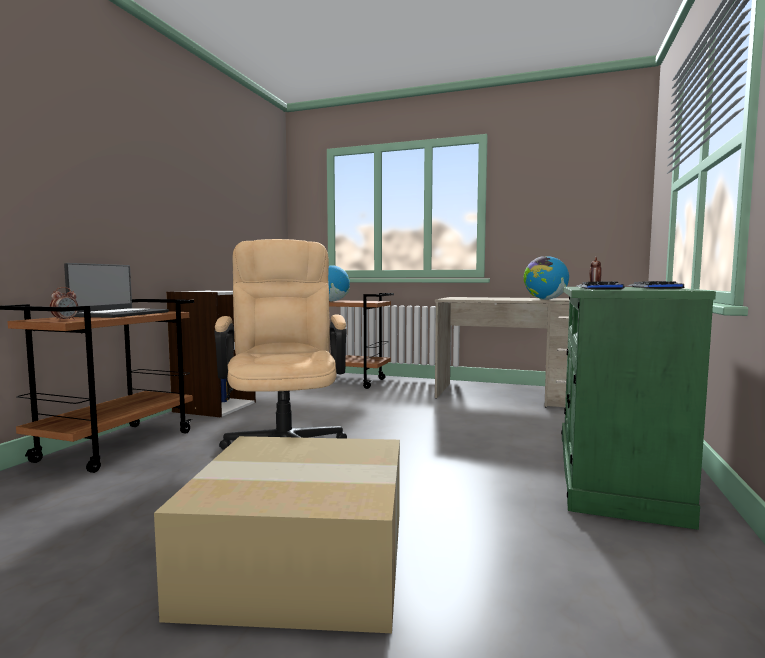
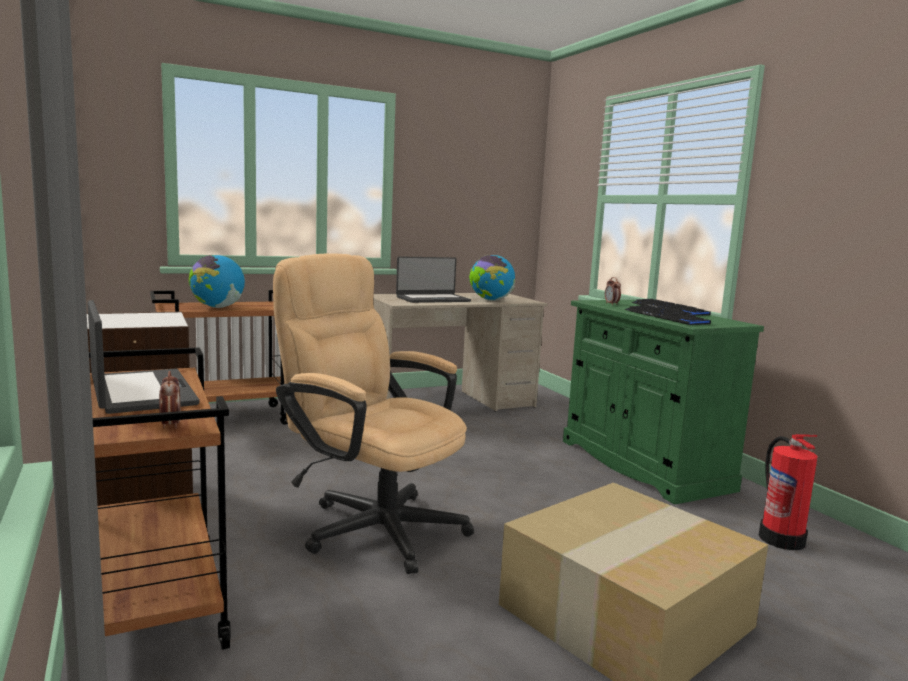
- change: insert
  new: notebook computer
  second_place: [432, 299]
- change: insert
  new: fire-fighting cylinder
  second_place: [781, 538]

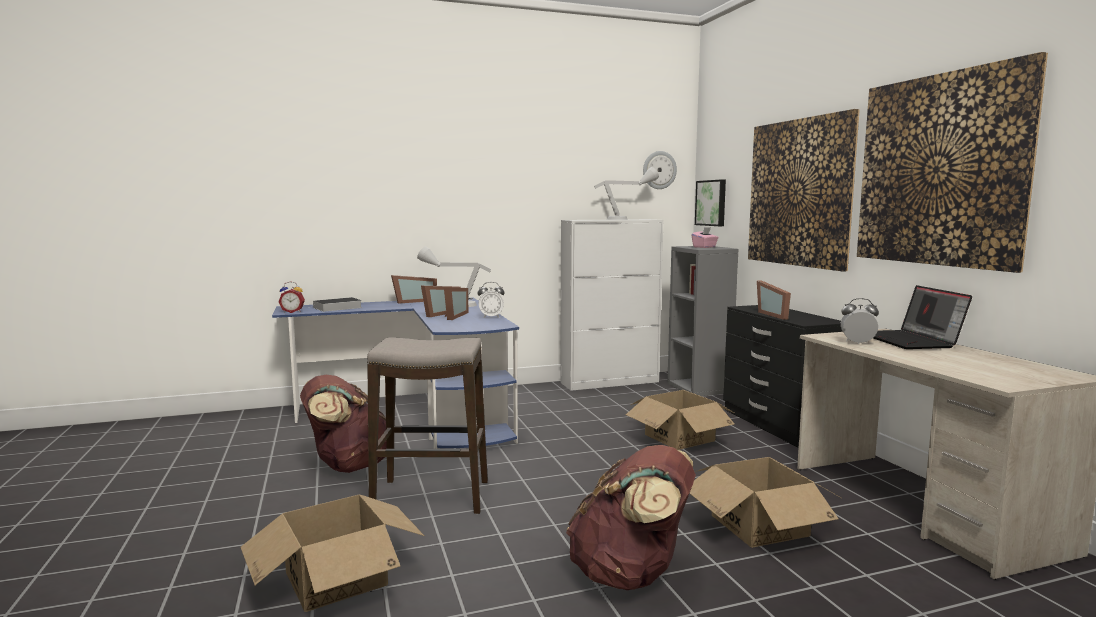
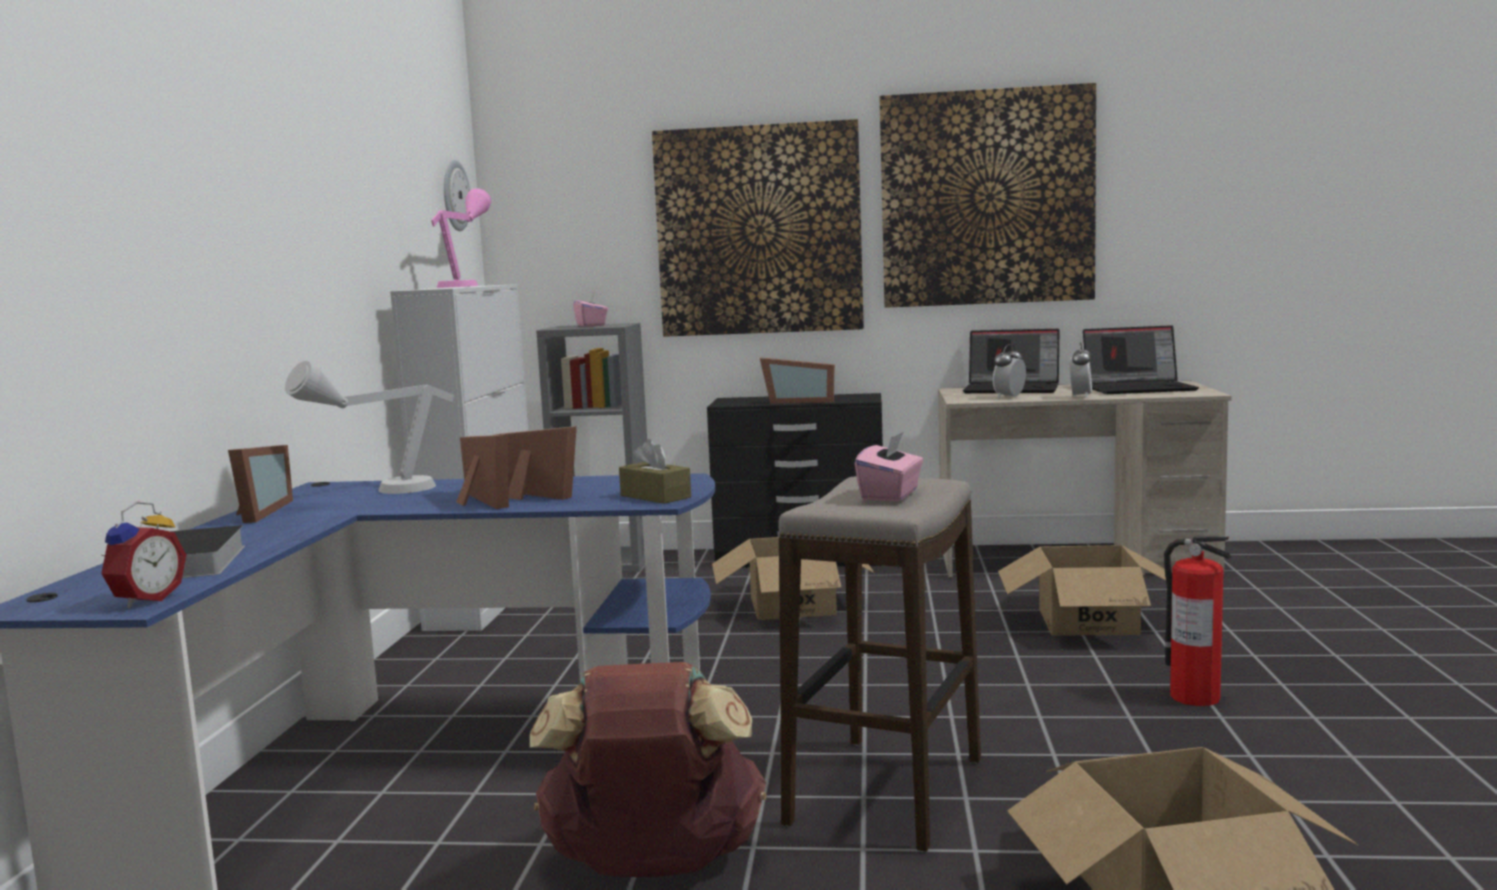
- change: move
  old: alarm clock
  first_place: [491, 317]
  second_place: [1080, 396]
- change: replace
  old: knapsack/brown
  new: fire-fighting cylinder
  first_place: [631, 575]
  second_place: [1193, 696]
- change: recolor
  old: lamp for a table/greyish
  new: lamp for a table/pink
  first_place: [627, 219]
  second_place: [466, 286]
- change: delete
  old: picture
  first_place: [712, 203]
- change: insert
  new: tissue holder/brown
  second_place: [655, 496]
- change: insert
  new: tissue holder/pink
  second_place: [891, 495]
- change: insert
  new: notebook computer
  second_place: [1140, 389]

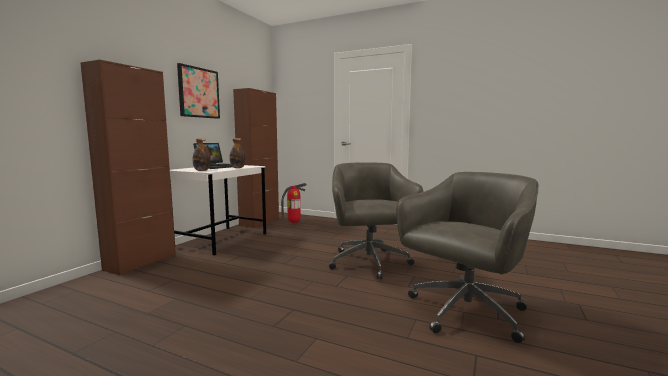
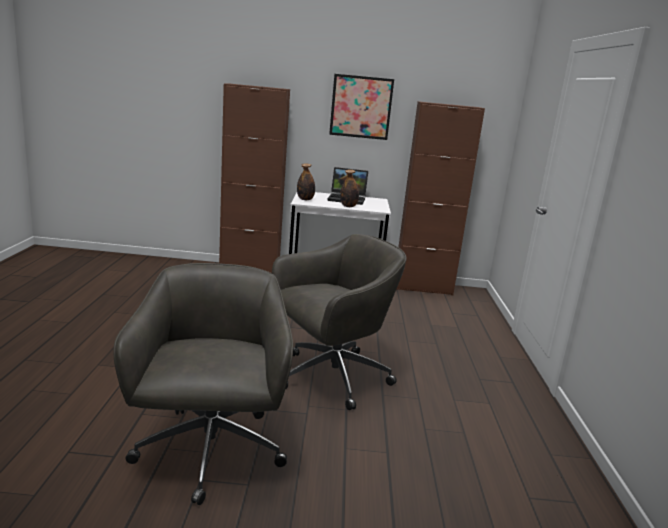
- change: delete
  old: fire-fighting cylinder
  first_place: [294, 222]
- change: rotate
  old: office chair/greyish
  first_place: [464, 312]
  second_place: [209, 453]
  degrees: -120

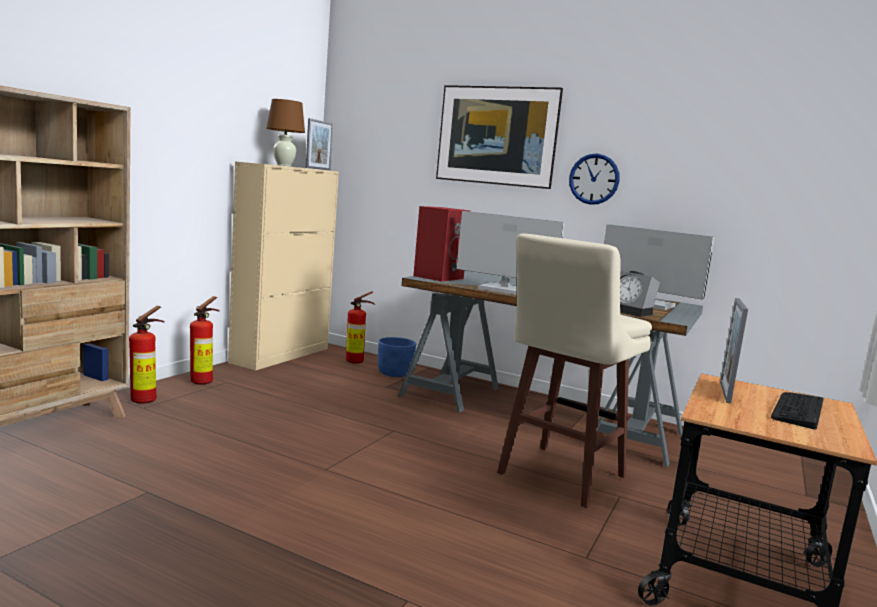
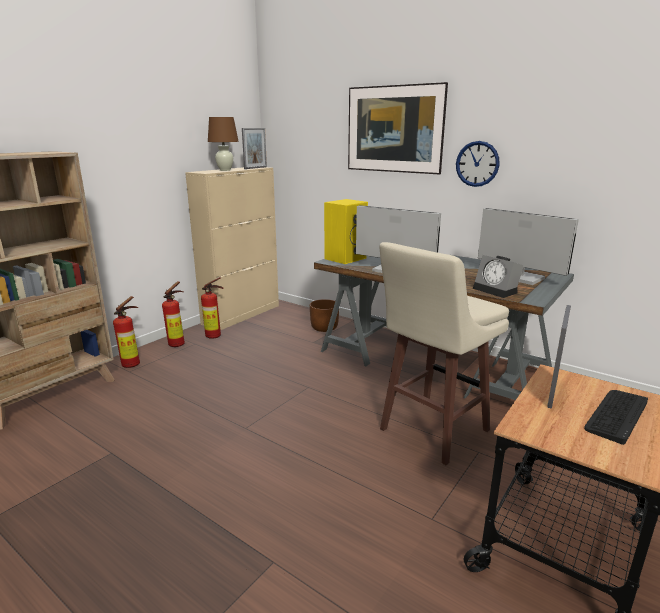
- change: move
  old: fire-fighting cylinder
  first_place: [357, 362]
  second_place: [215, 336]
- change: recolor
  old: planter/bluish
  new: planter/brown
  first_place: [395, 373]
  second_place: [324, 328]
- change: recolor
  old: speaker/red
  new: speaker/yellow-coloured
  first_place: [438, 277]
  second_place: [345, 258]

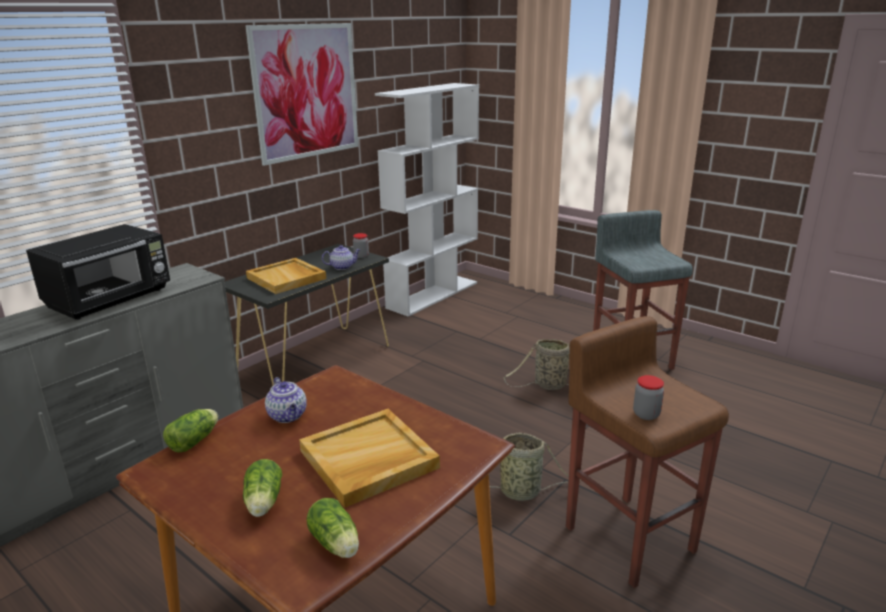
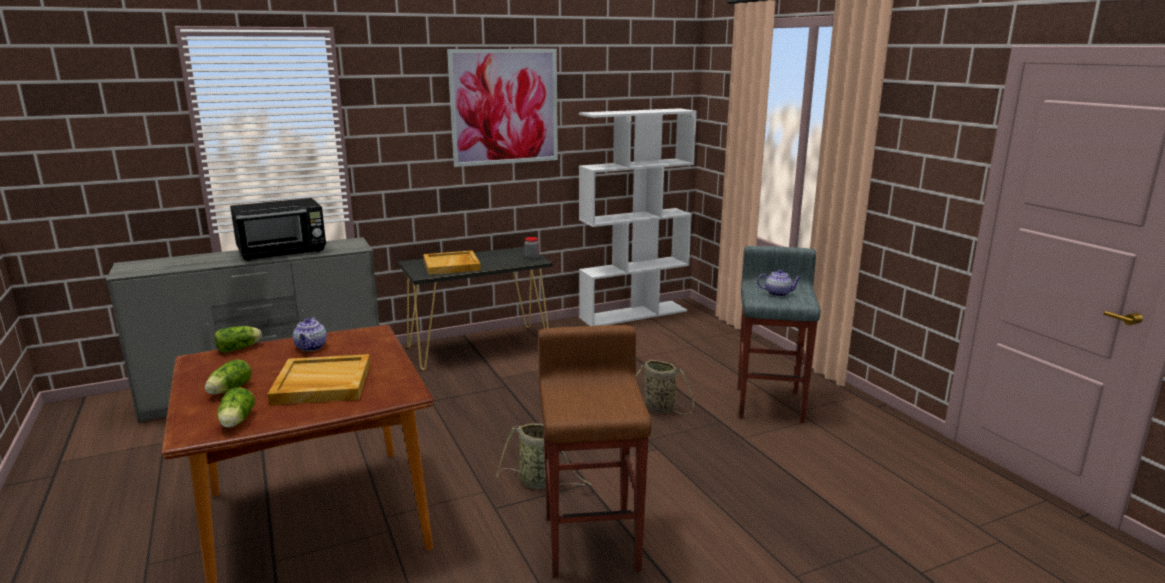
- change: move
  old: tea pot
  first_place: [342, 267]
  second_place: [778, 293]
- change: delete
  old: storage jar
  first_place: [646, 414]

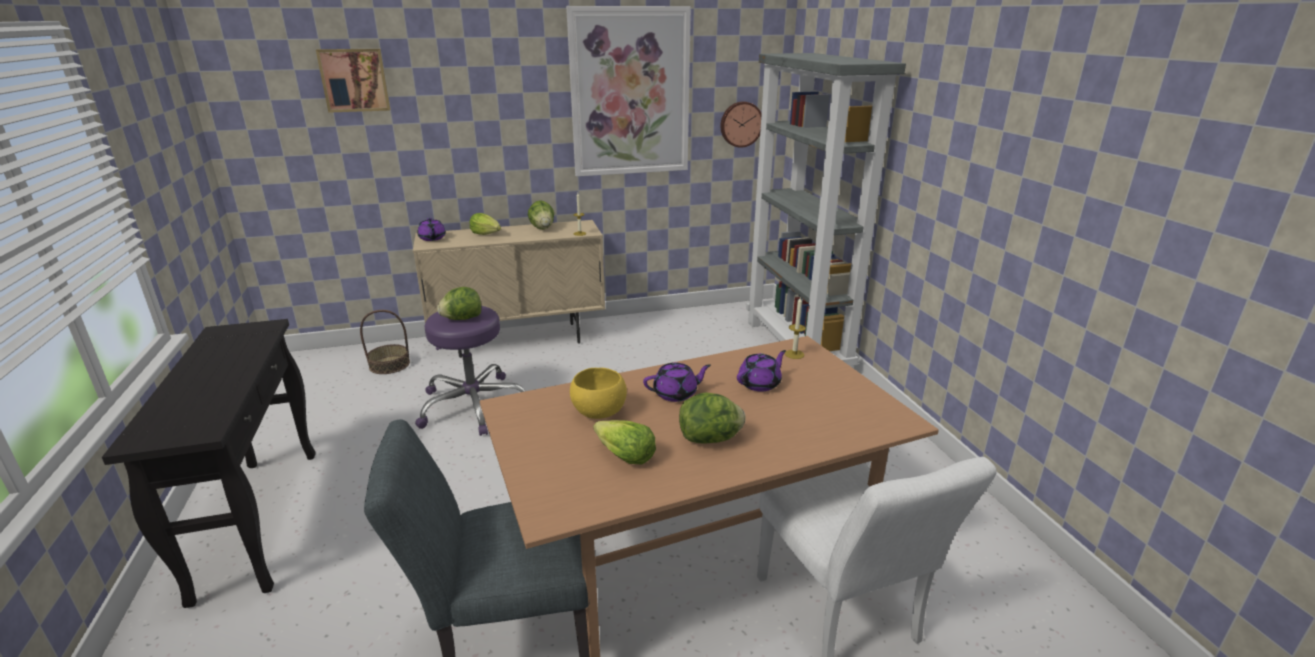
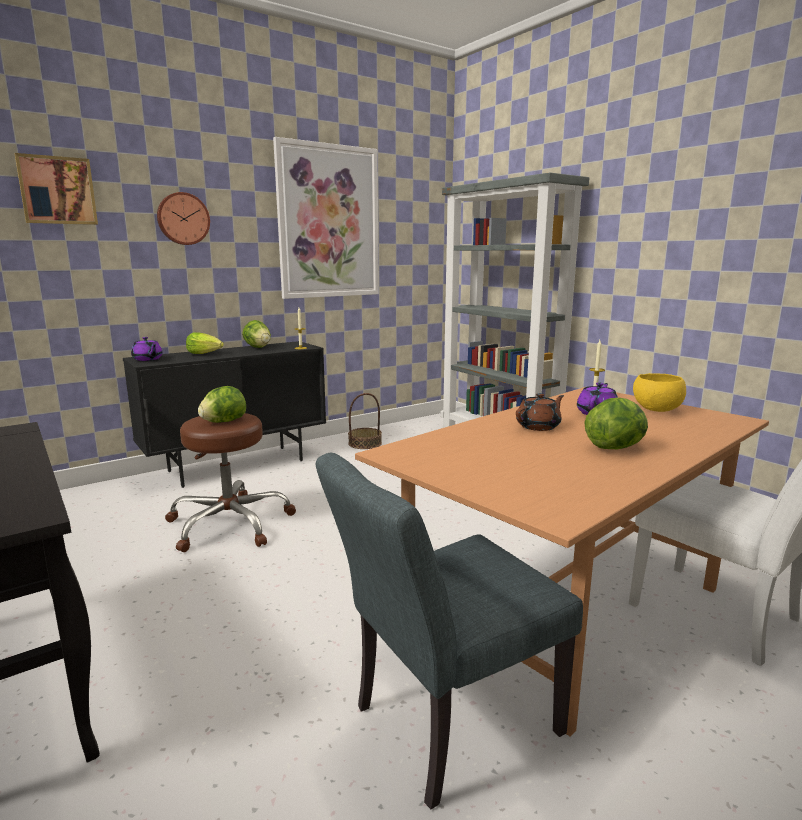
- change: move
  old: storage basket
  first_place: [389, 365]
  second_place: [365, 443]
- change: recolor
  old: cabinet/beige-coloured
  new: cabinet/black-coloured
  first_place: [519, 340]
  second_place: [237, 466]
- change: recolor
  old: stool seat/purplish
  new: stool seat/brown
  first_place: [473, 406]
  second_place: [230, 523]
- change: move
  old: bowl/yellow-coloured
  first_place: [599, 413]
  second_place: [657, 410]
- change: delete
  old: lettuce
  first_place: [624, 456]
- change: recolor
  old: tea pot/purplish
  new: tea pot/brown
  first_place: [676, 394]
  second_place: [539, 426]
- change: move
  old: hanging clock
  first_place: [740, 124]
  second_place: [183, 219]

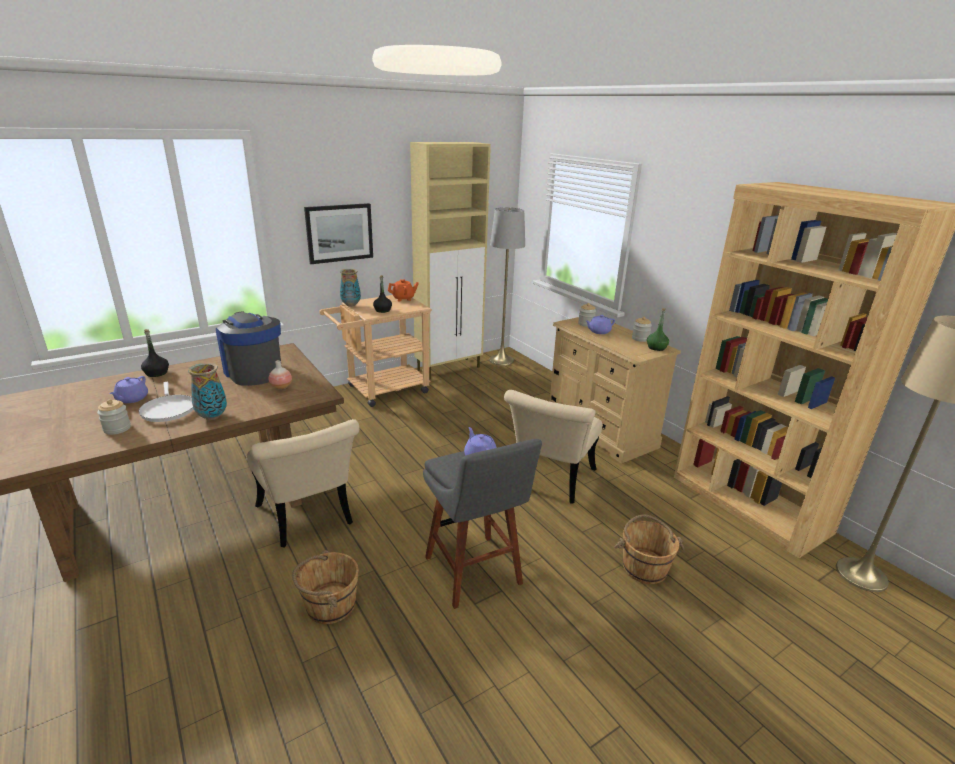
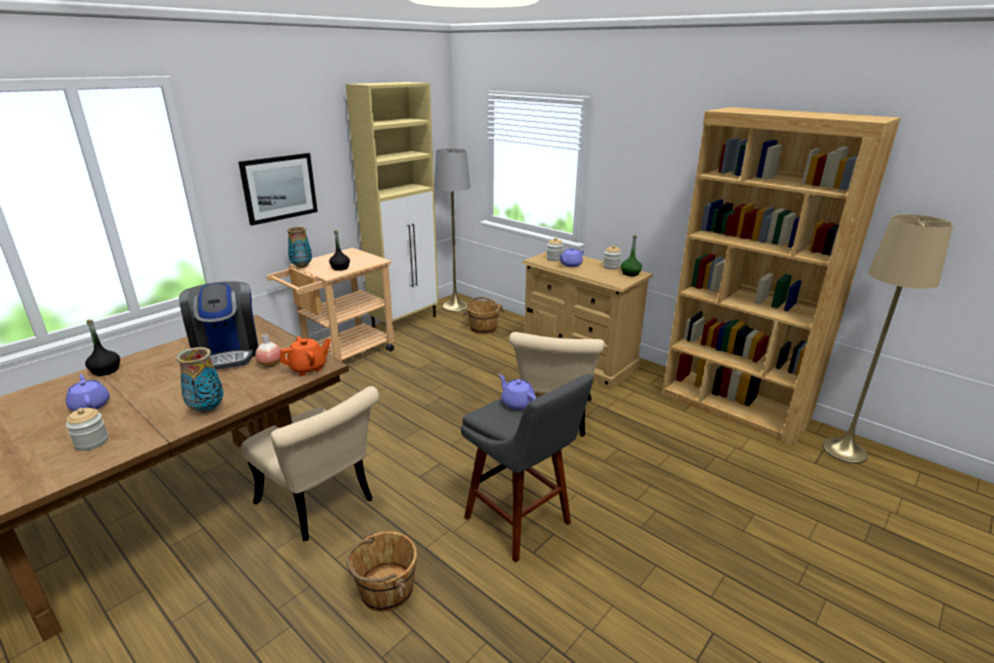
- change: rotate
  old: tea pot/purplish
  first_place: [131, 399]
  second_place: [90, 405]
  degrees: 150
- change: delete
  old: skillet/white
  first_place: [168, 410]
- change: rotate
  old: coffee brewer
  first_place: [253, 372]
  second_place: [228, 352]
  degrees: -150
- change: move
  old: tea pot/orange-coloured
  first_place: [403, 299]
  second_place: [308, 368]
- change: move
  old: water bucket/brown
  first_place: [644, 567]
  second_place: [483, 328]

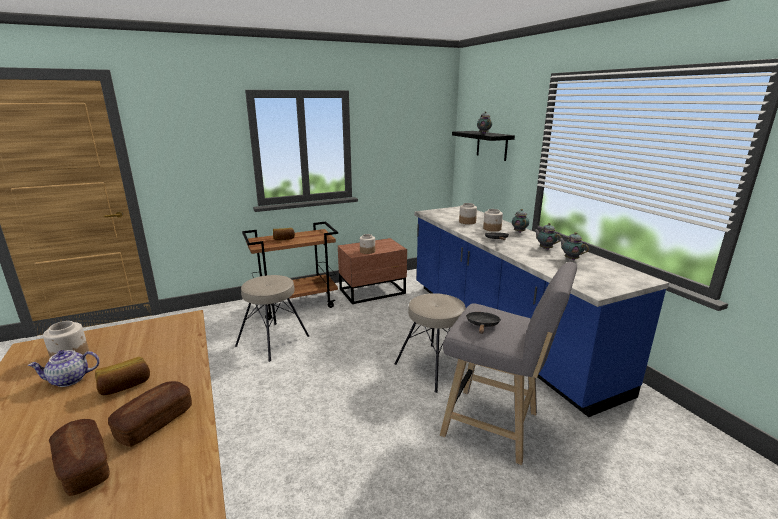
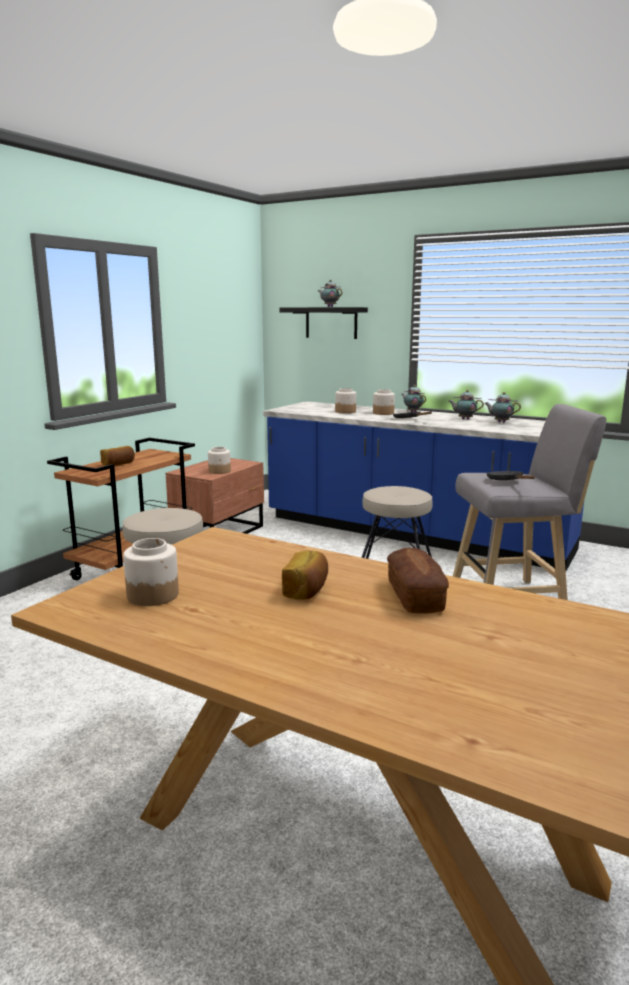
- change: delete
  old: tea pot
  first_place: [69, 380]
- change: delete
  old: bread
  first_place: [83, 466]

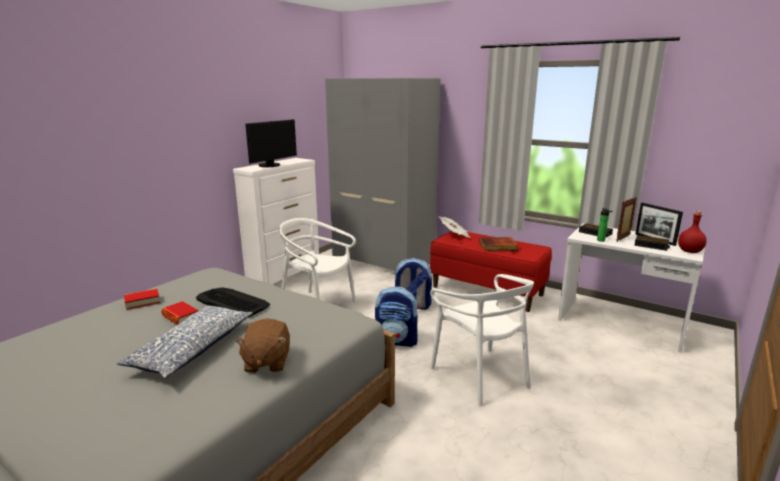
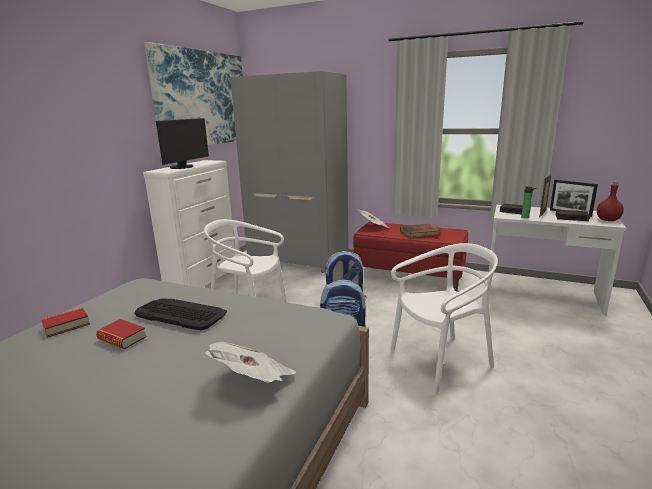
- change: delete
  old: cushion
  first_place: [192, 349]
- change: replace
  old: soft toy/brown
  new: daily paper
  first_place: [266, 362]
  second_place: [254, 380]
- change: rotate
  old: plain chair/white
  first_place: [480, 375]
  second_place: [441, 360]
  degrees: -75
- change: insert
  new: picture
  second_place: [202, 99]

